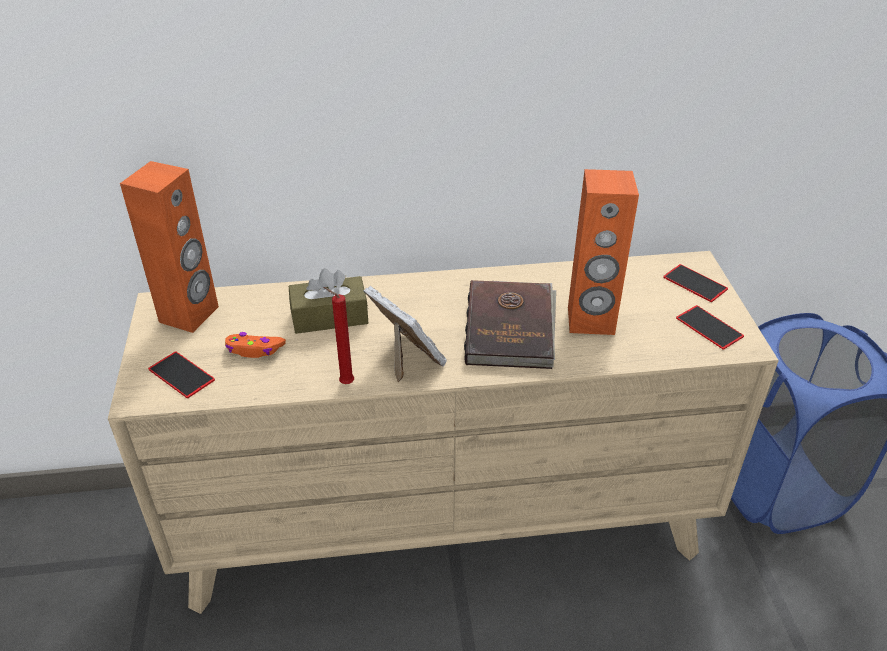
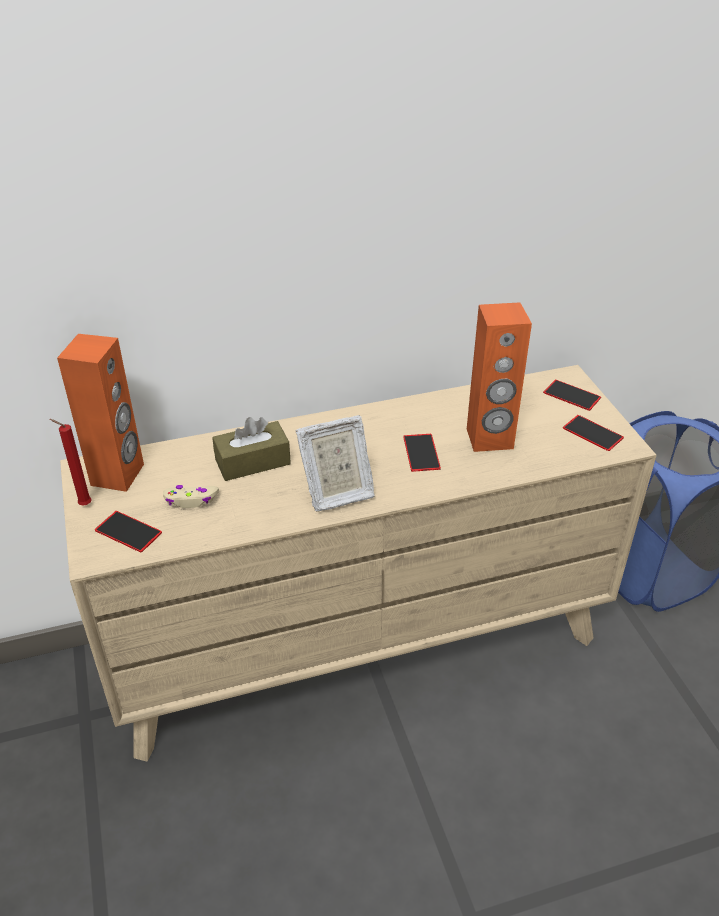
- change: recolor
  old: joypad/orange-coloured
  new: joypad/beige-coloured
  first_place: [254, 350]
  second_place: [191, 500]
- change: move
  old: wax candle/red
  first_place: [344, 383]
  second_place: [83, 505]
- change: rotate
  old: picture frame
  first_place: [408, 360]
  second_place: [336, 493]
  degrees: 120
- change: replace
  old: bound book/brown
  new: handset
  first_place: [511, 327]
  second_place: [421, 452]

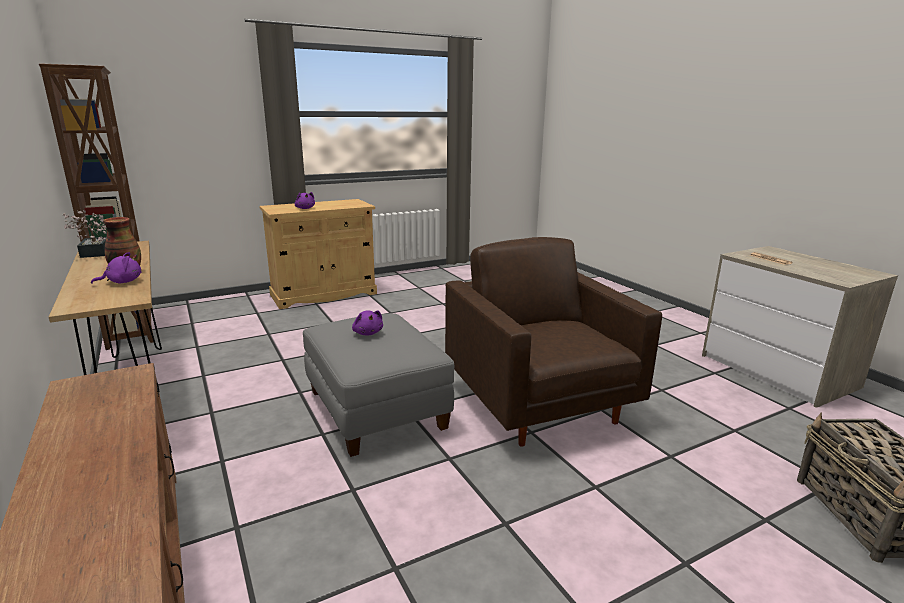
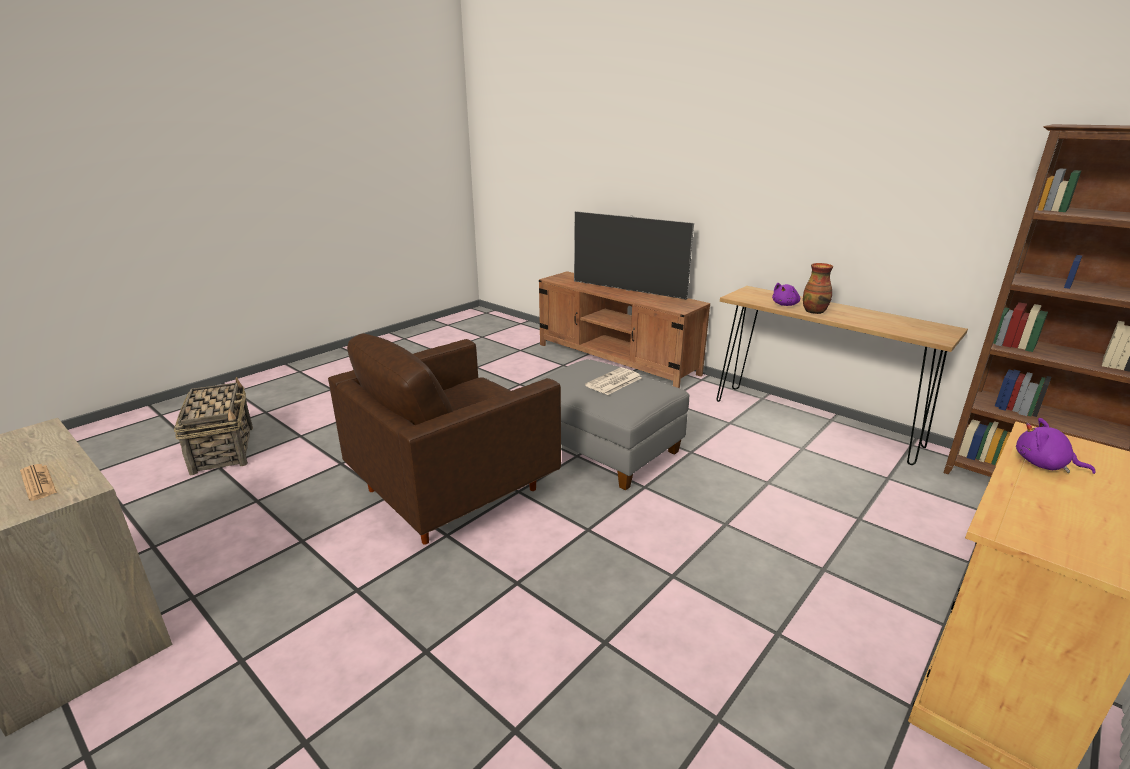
- change: delete
  old: houseplant
  first_place: [94, 254]
- change: replace
  old: soft toy/purplish
  new: daily paper
  first_place: [368, 333]
  second_place: [613, 382]
- change: rotate
  old: easy chair/brown
  first_place: [539, 404]
  second_place: [454, 489]
  degrees: 90
- change: insert
  new: TV
  second_place: [628, 290]

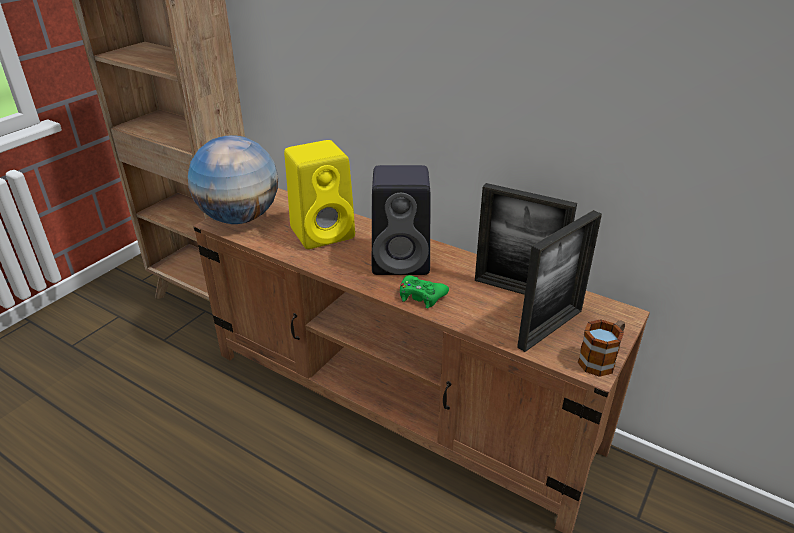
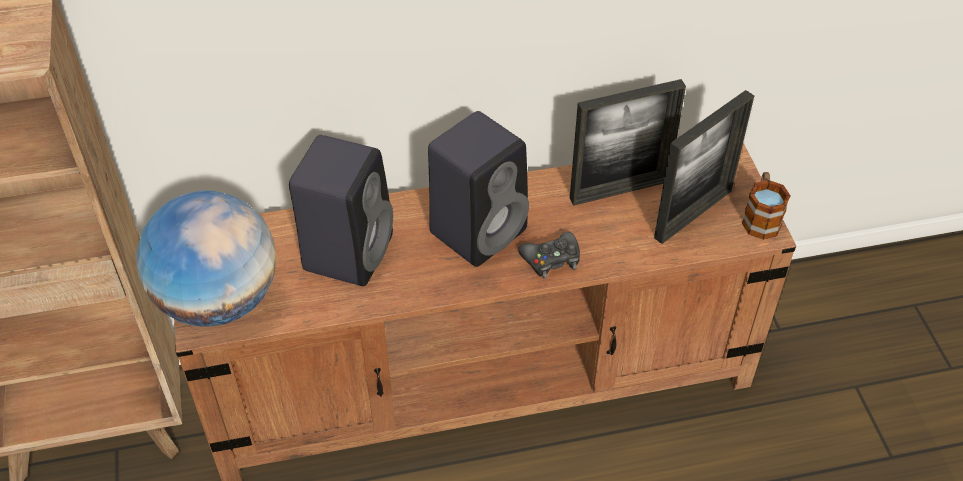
- change: recolor
  old: speaker/yellow-coloured
  new: speaker/black-coloured
  first_place: [324, 232]
  second_place: [348, 250]
- change: recolor
  old: joypad/green-coloured
  new: joypad/black-coloured
  first_place: [421, 296]
  second_place: [551, 259]
- change: rotate
  old: picture frame
  first_place: [550, 328]
  second_place: [693, 214]
  degrees: 45

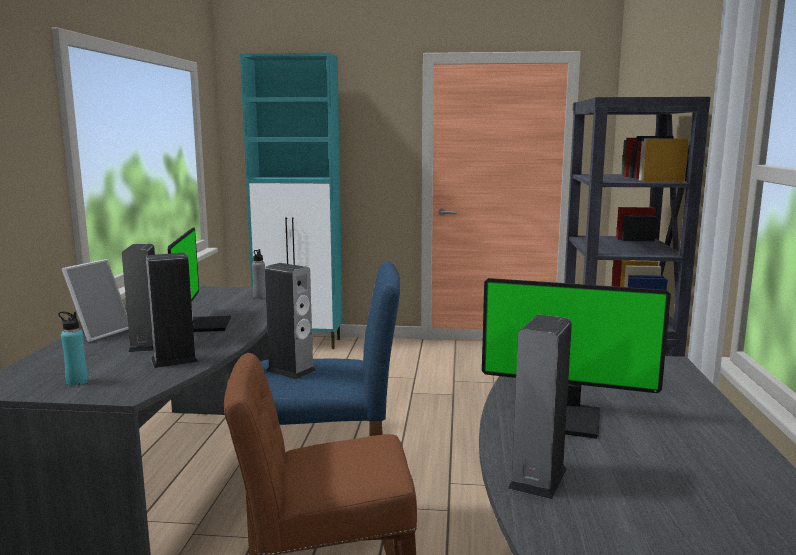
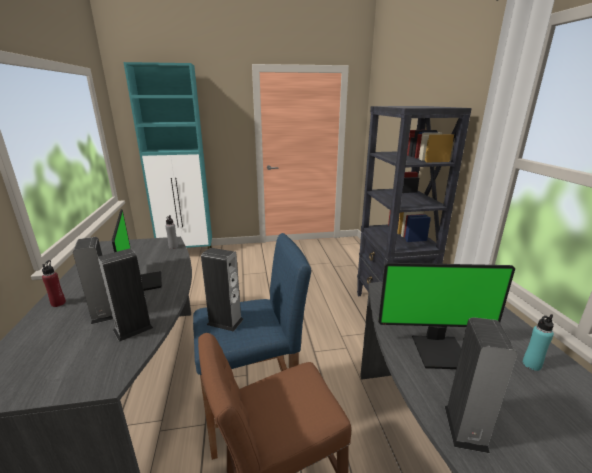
- change: move
  old: bottle/turquoise
  first_place: [77, 382]
  second_place: [531, 364]
- change: replace
  old: picture frame
  new: bottle/red
  first_place: [99, 333]
  second_place: [58, 303]

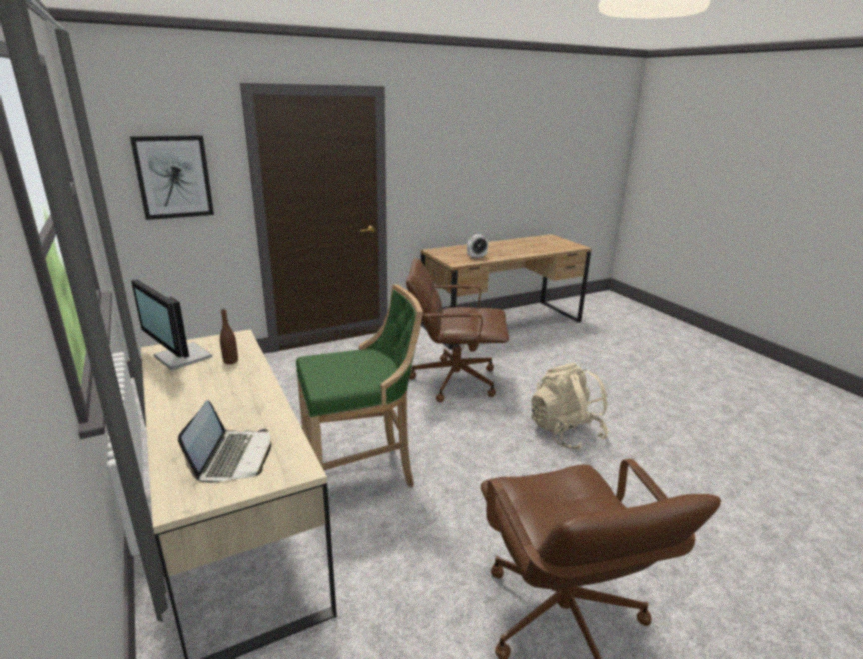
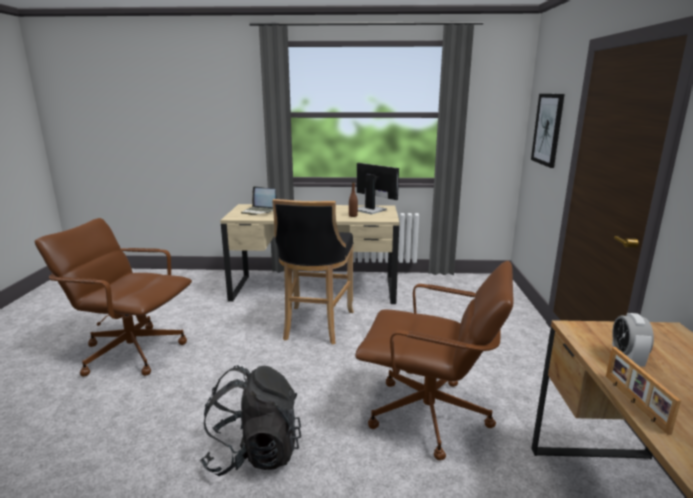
- change: rotate
  old: monitor
  first_place: [181, 357]
  second_place: [370, 209]
  degrees: 60
- change: recolor
  old: stool seat/green-coloured
  new: stool seat/black-coloured
  first_place: [362, 475]
  second_place: [316, 326]
- change: rotate
  old: office chair/brown
  first_place: [453, 380]
  second_place: [430, 416]
  degrees: 75
- change: recolor
  old: knapsack/beige-coloured
  new: knapsack/black-coloured
  first_place: [565, 432]
  second_place: [254, 453]
- change: insert
  new: picture frame
  second_place: [634, 402]

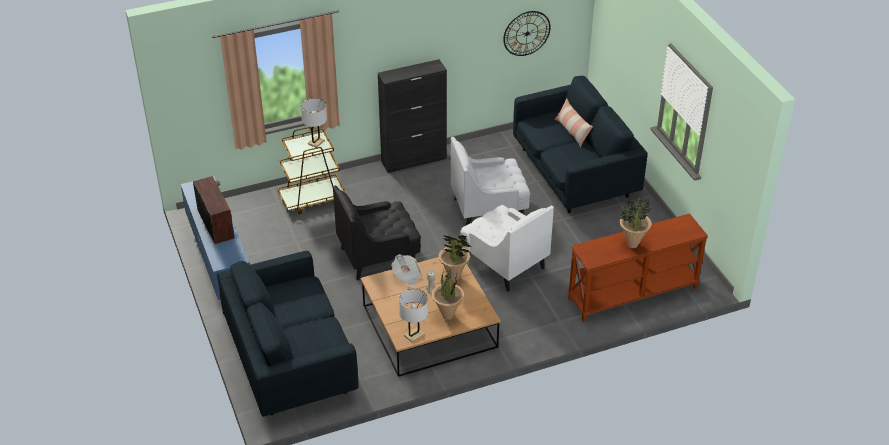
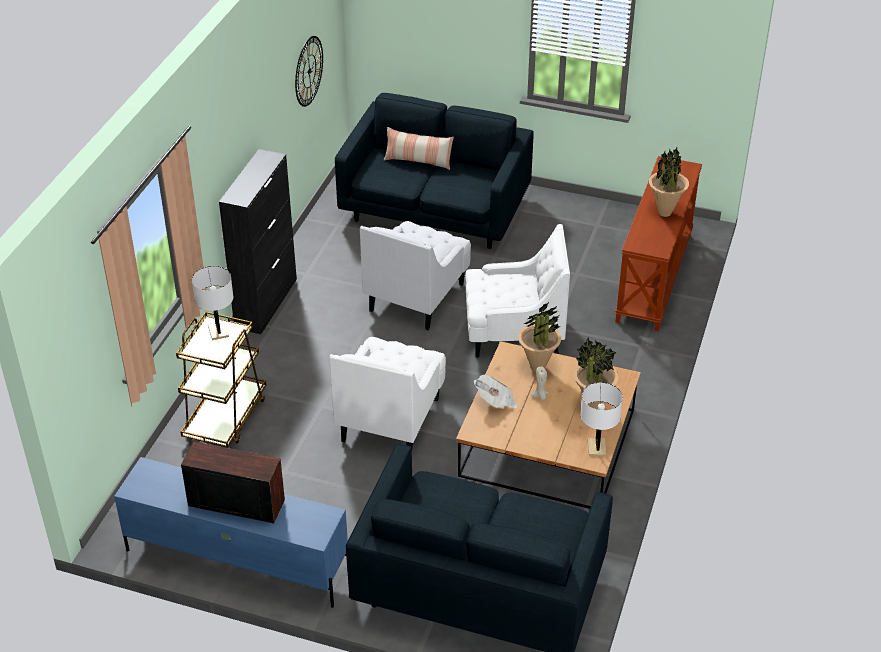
- change: recolor
  old: easy chair/black-coloured
  new: easy chair/white
  first_place: [378, 256]
  second_place: [391, 419]

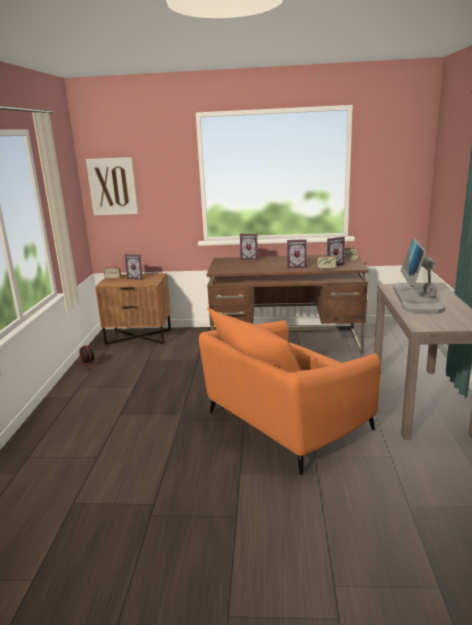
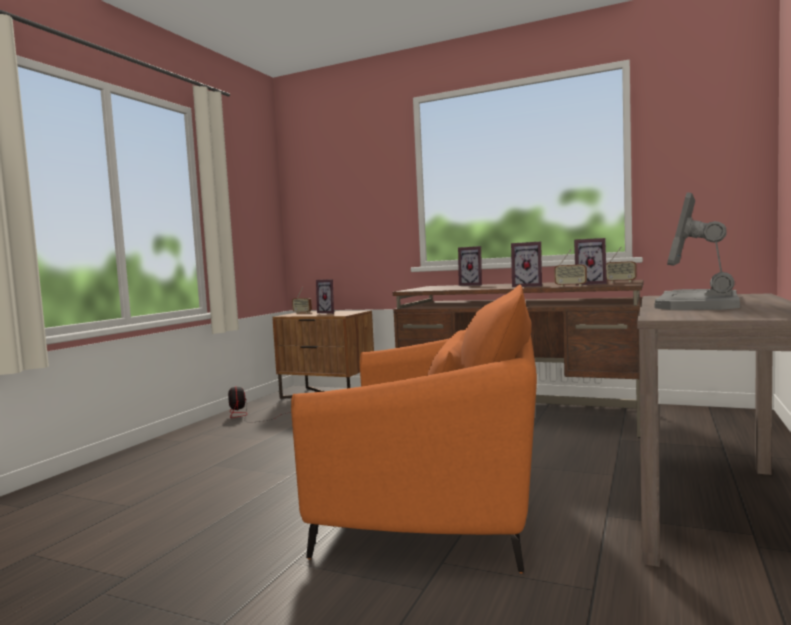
- change: delete
  old: picture
  first_place: [112, 186]
- change: rotate
  old: easy chair/orange-coloured
  first_place: [286, 422]
  second_place: [436, 505]
  degrees: -150

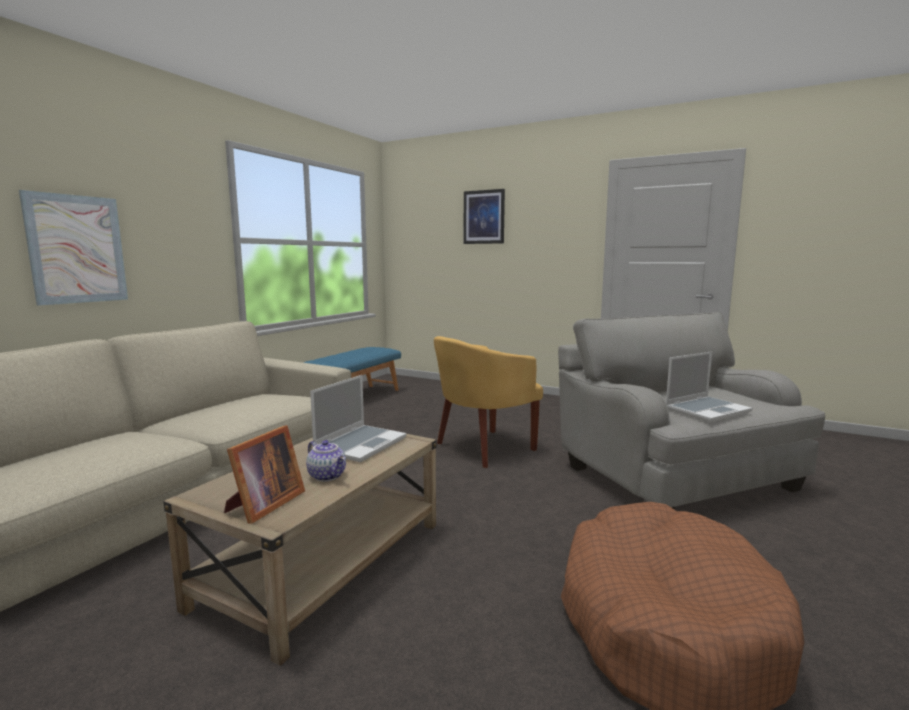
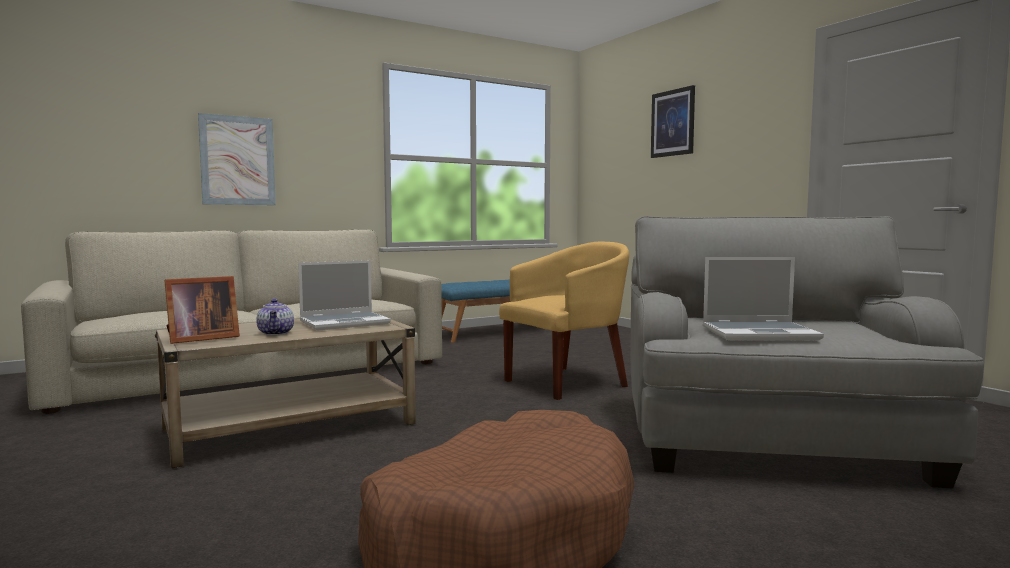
- change: rotate
  old: easy chair/yellow-coloured
  first_place: [483, 448]
  second_place: [568, 382]
  degrees: 150

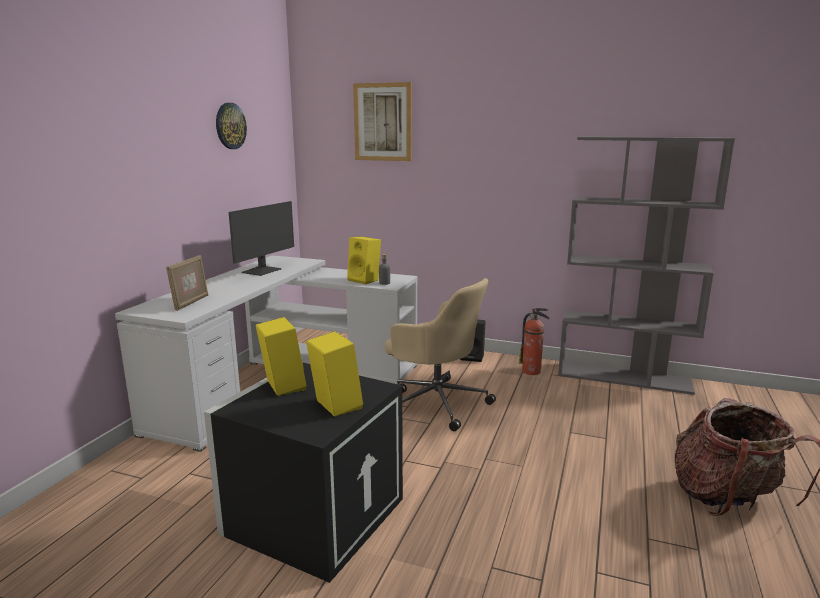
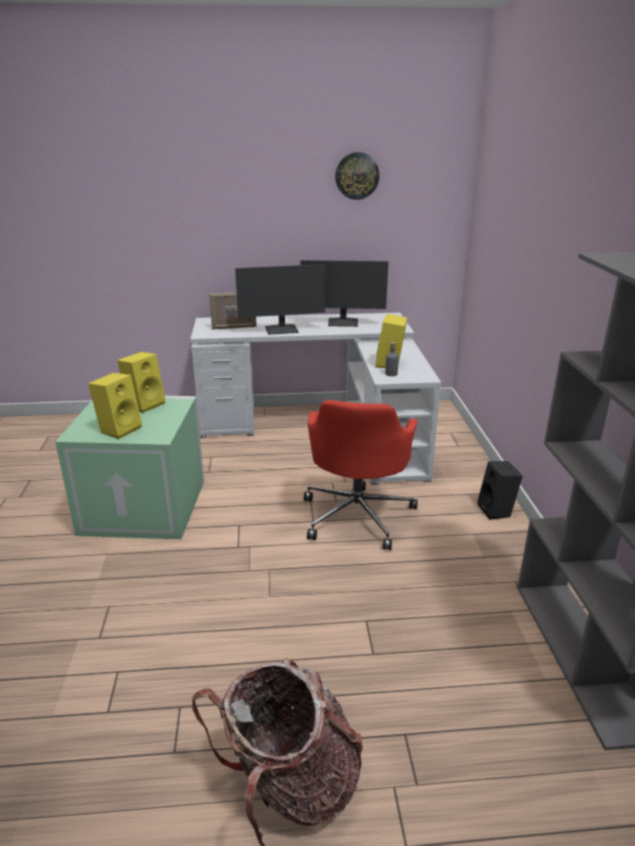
- change: recolor
  old: storage box/black-coloured
  new: storage box/green-coloured
  first_place: [314, 514]
  second_place: [146, 506]
- change: delete
  old: picture
  first_place: [383, 122]
- change: recolor
  old: office chair/beige-coloured
  new: office chair/red
  first_place: [436, 403]
  second_place: [357, 514]
- change: delete
  old: fire-fighting cylinder
  first_place: [532, 371]
- change: insert
  new: monitor
  second_place: [282, 330]

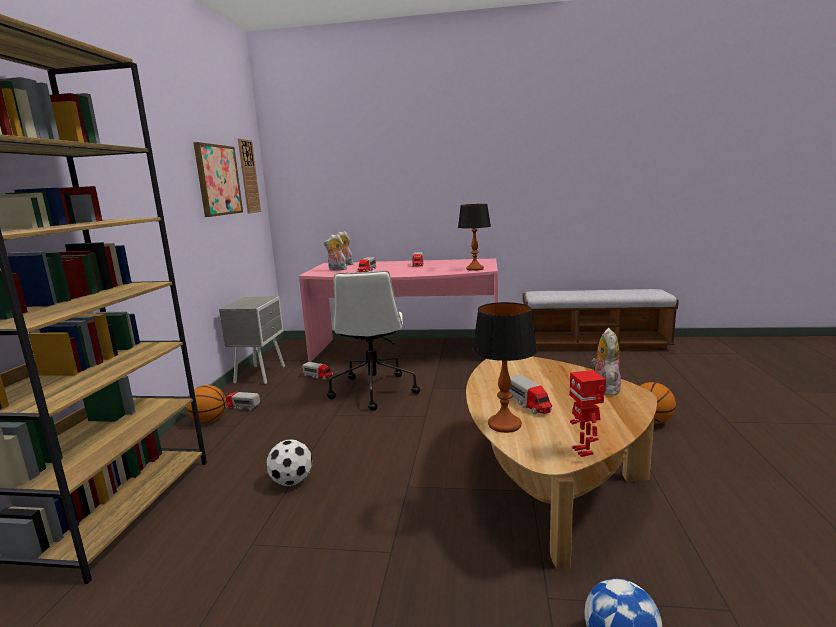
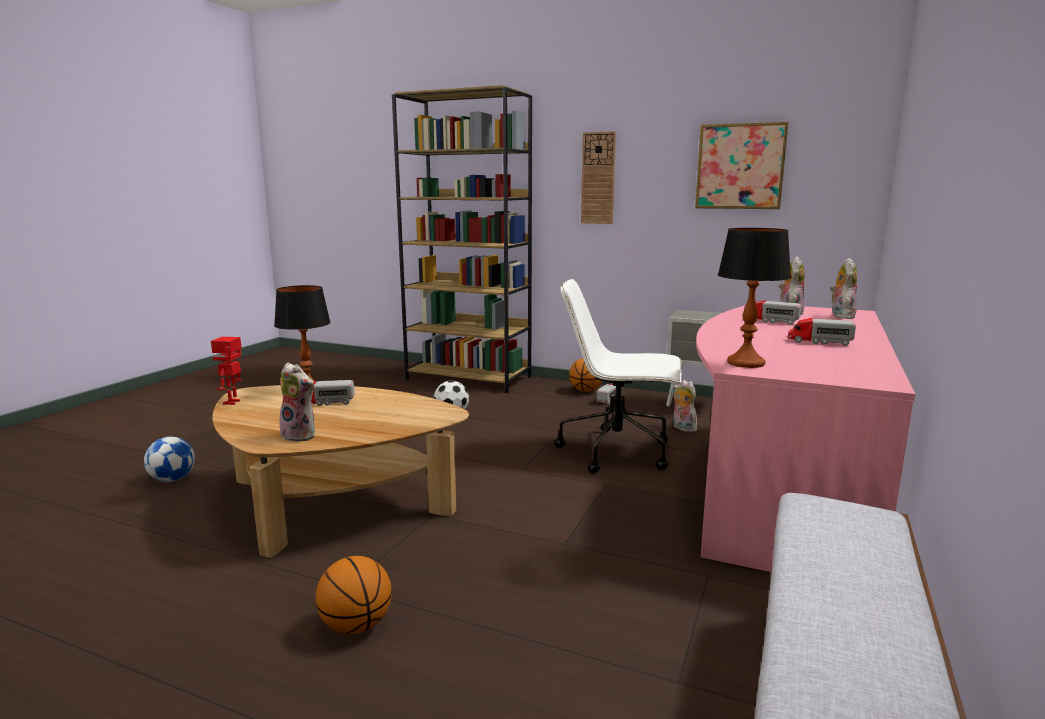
- change: move
  old: hanging clock
  first_place: [248, 176]
  second_place: [598, 178]
- change: replace
  old: toy truck
  new: soft toy
  first_place: [318, 376]
  second_place: [682, 428]
- change: rotate
  old: model robot
  first_place: [584, 451]
  second_place: [232, 402]
  degrees: -90

